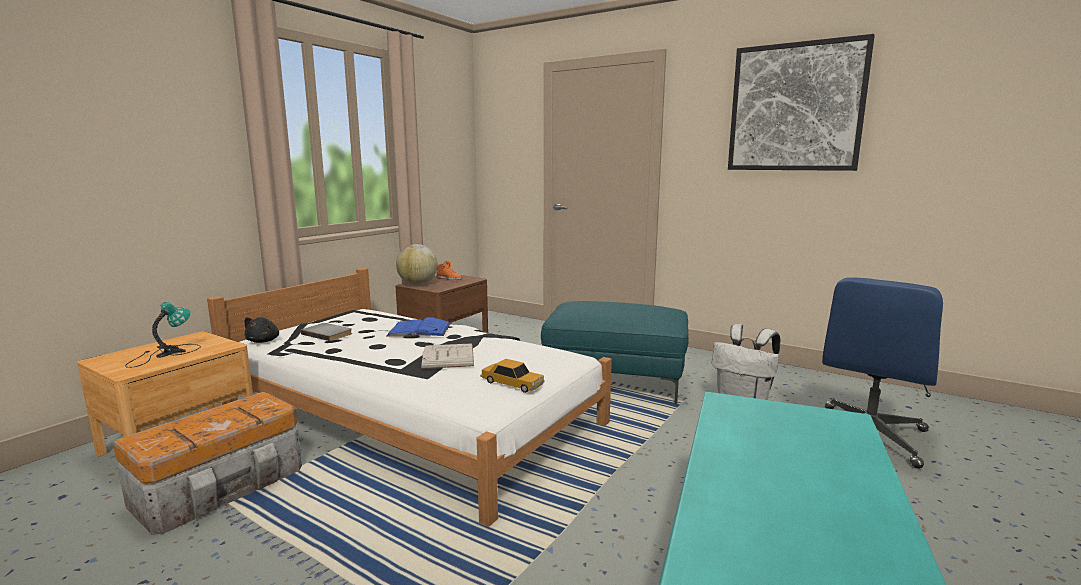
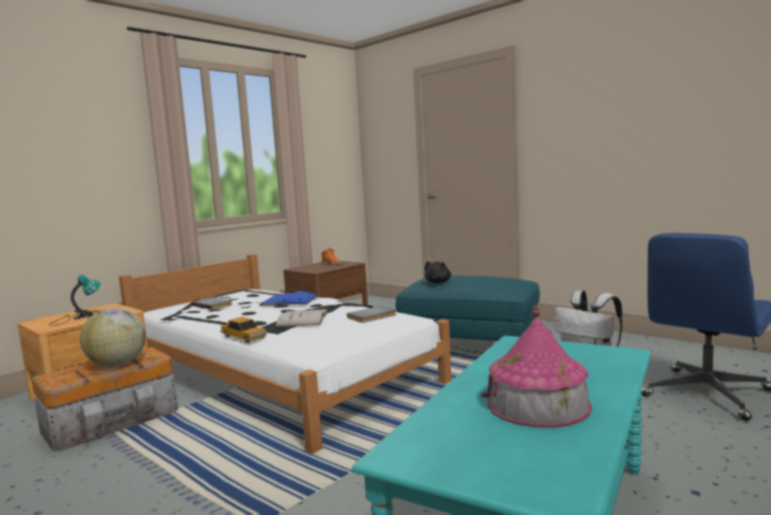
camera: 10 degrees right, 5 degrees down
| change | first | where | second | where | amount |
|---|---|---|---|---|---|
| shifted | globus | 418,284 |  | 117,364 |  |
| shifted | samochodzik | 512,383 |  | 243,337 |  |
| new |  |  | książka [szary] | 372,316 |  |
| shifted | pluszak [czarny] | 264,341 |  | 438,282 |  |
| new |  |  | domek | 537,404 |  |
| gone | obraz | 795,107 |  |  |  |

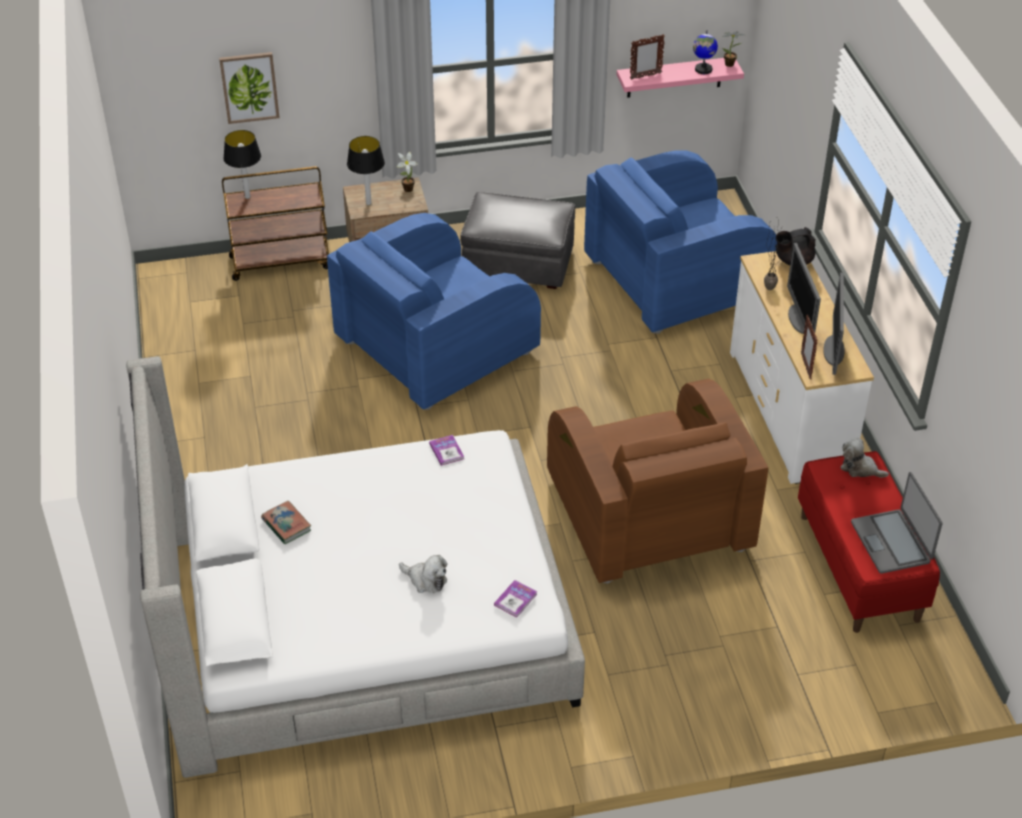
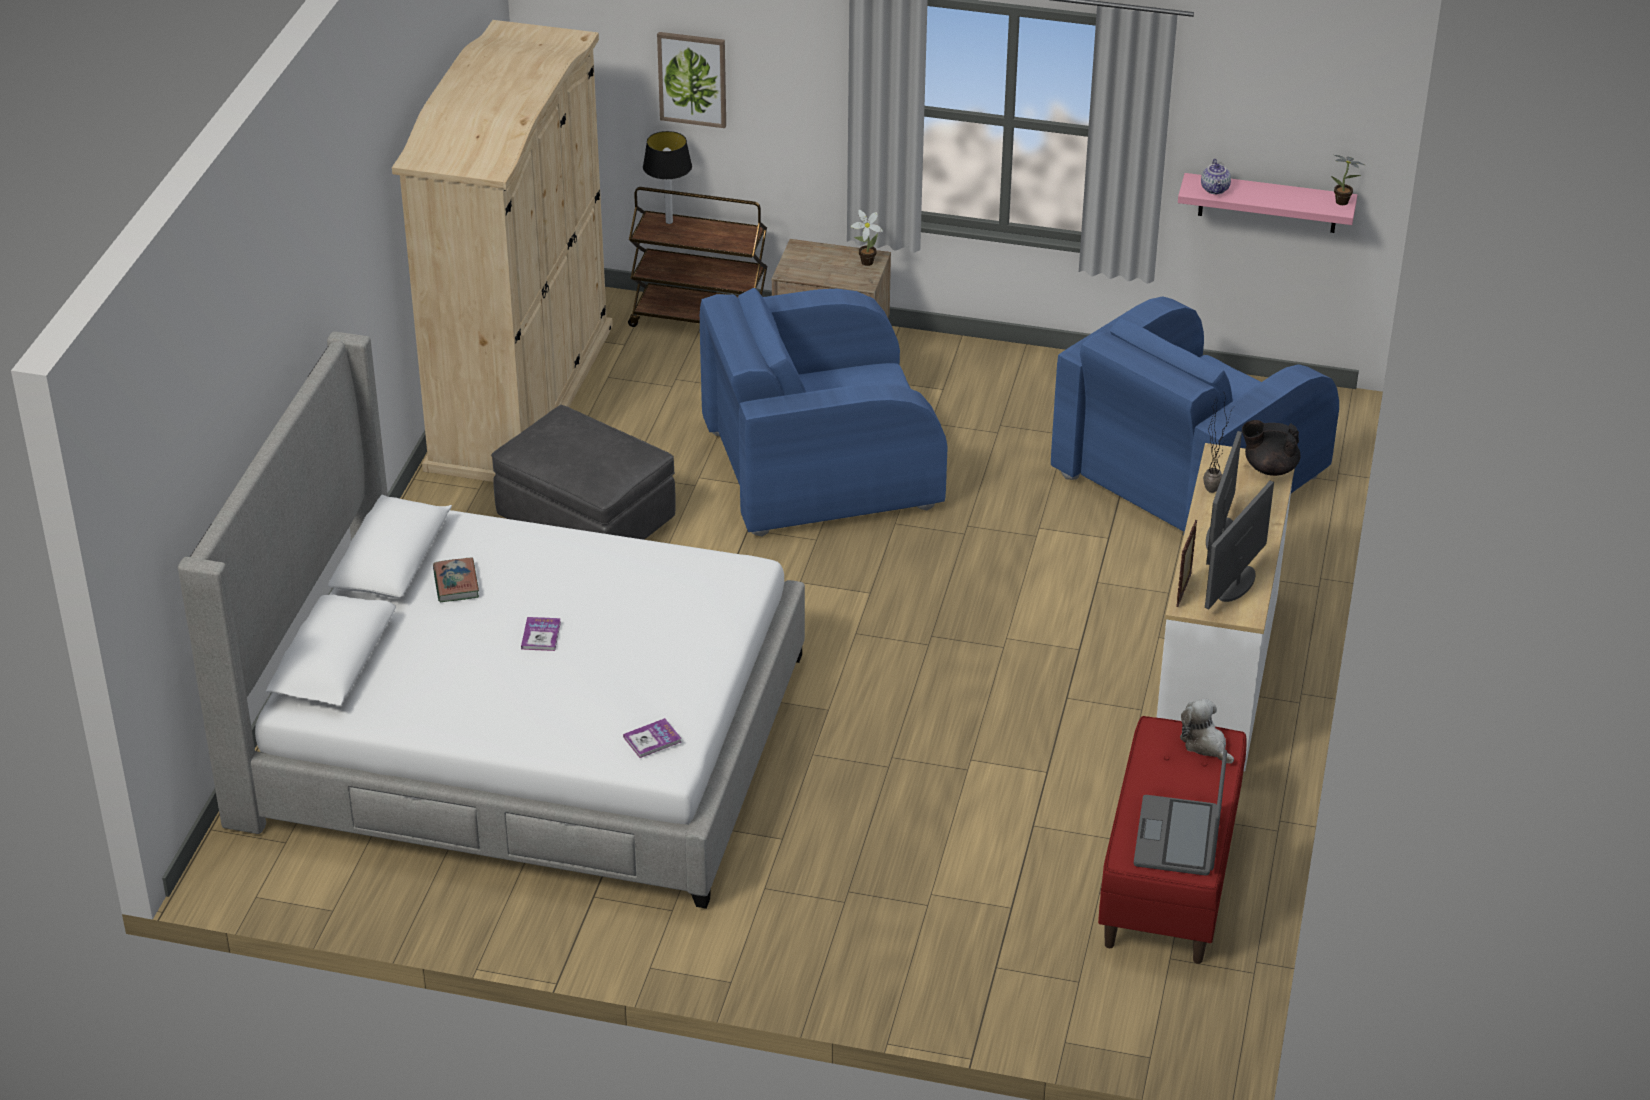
camera: 25 degrees right, 5 degrees down
| change | first | where | second | where | amount |
|---|---|---|---|---|---|
| new |  |  | szafa [beżowy] | 520,396 |  |
| shifted | pufa [szary] | 518,264 |  | 586,521 |  |
| shifted | książka | 446,451 |  | 541,635 |  |
| rotated | fotel [niebieski] | 675,279 |  | 1186,476 | 45 degrees counterclockwise |
| swapped | ramka na zdjęcie | 645,76 | imbryk | 1215,189 |  |
| gone | lampa stołowa | 368,203 |  |  |  |
| gone | pluszak | 425,580 |  |  |  |
| gone | fotel [brązowy] | 648,515 |  |  |  |
| gone | globus | 703,69 |  |  |  |

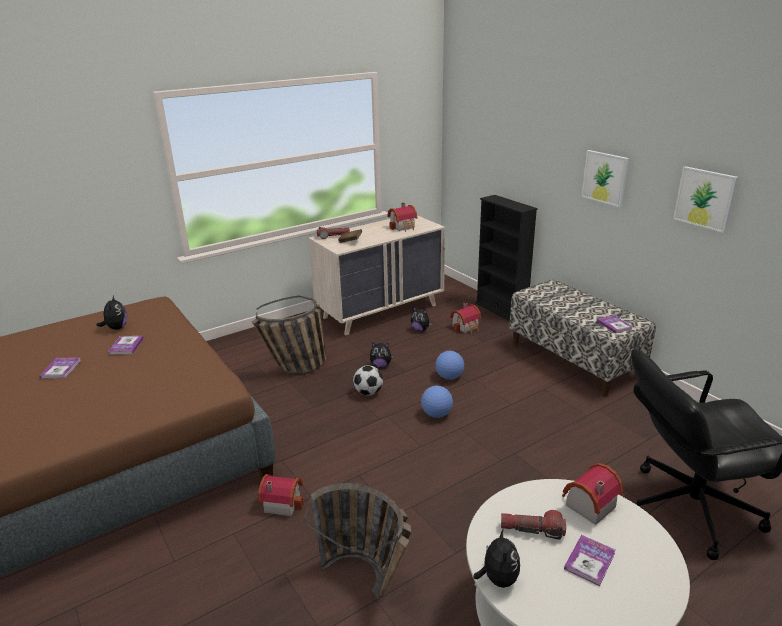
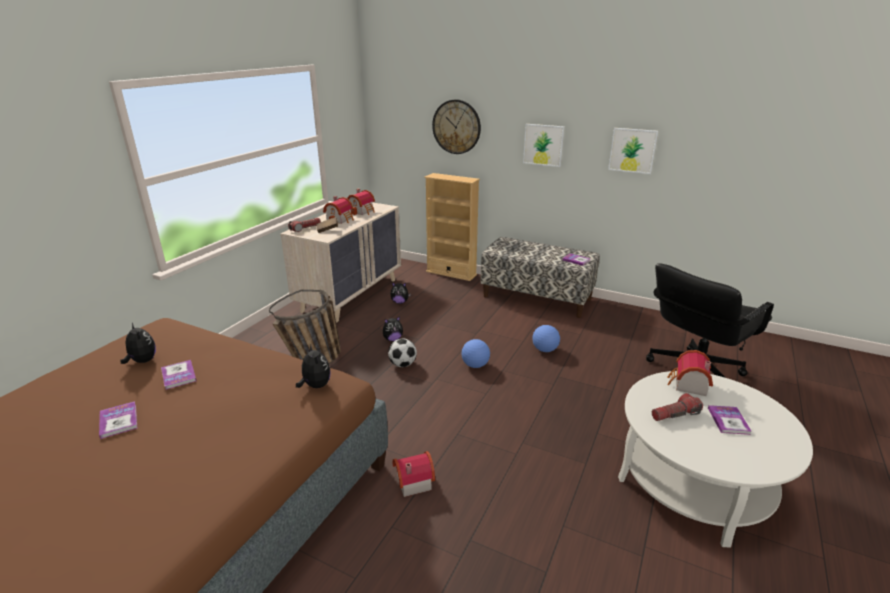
camera: 30 degrees left, 0 degrees up
| change | first | where | second | where | amount |
|---|---|---|---|---|---|
| shifted | pluszak | 497,579 |  | 315,385 |  |
| shifted | domek | 466,327 |  | 340,219 |  |
| repainted | regał [czarny] | 501,310 | regał [beżowy] | 451,273 |  |
| new |  |  | zegar ścienny | 456,127 |  |
| shifted | piłka futbolowa | 449,377 |  | 545,350 |  |
| gone | koszyk | 369,581 |  |  |  |

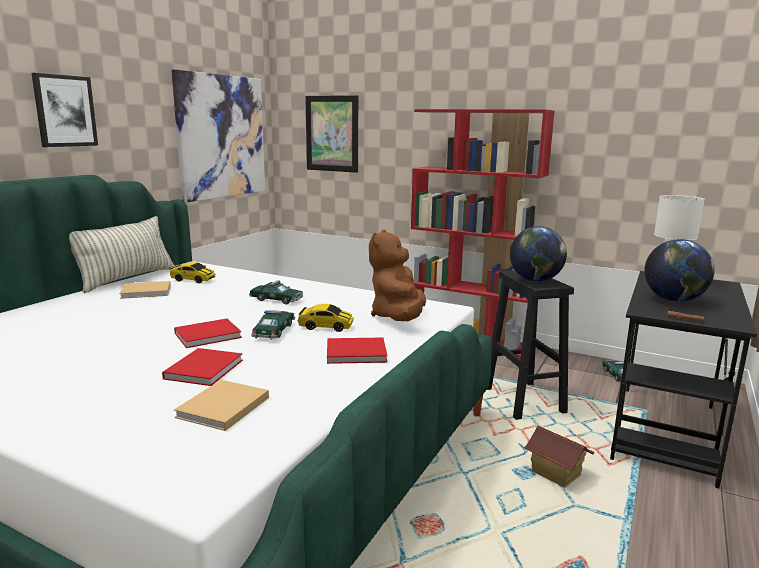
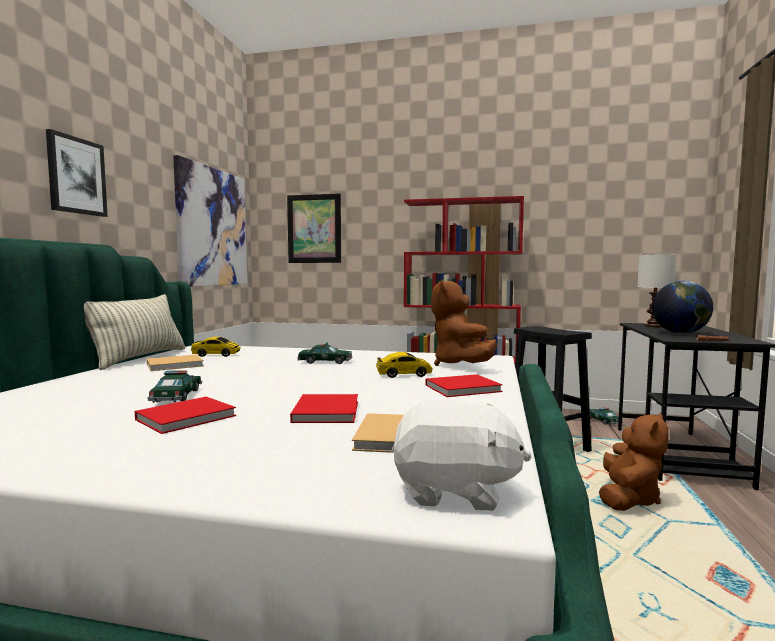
camera: 15 degrees left, 10 degrees down
| change | first | where | second | where | amount |
|---|---|---|---|---|---|
| shifted | książka [czerwony] | 210,335 |  | 189,417 |  |
| shifted | samochodzik | 274,331 |  | 177,396 |  |
| new |  |  | pluszak [biały] | 455,491 |  |
| swapped | domek | 555,474 | pluszak [brązowy] | 628,499 |  |
| gone | globus | 535,281 |  |  |  |

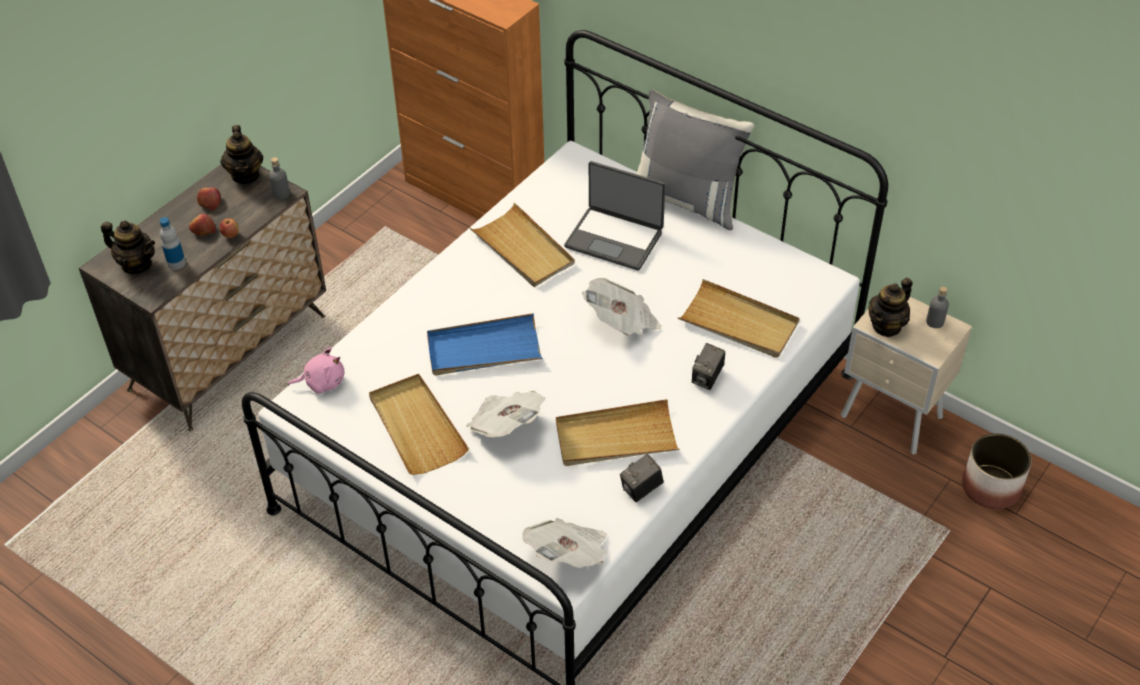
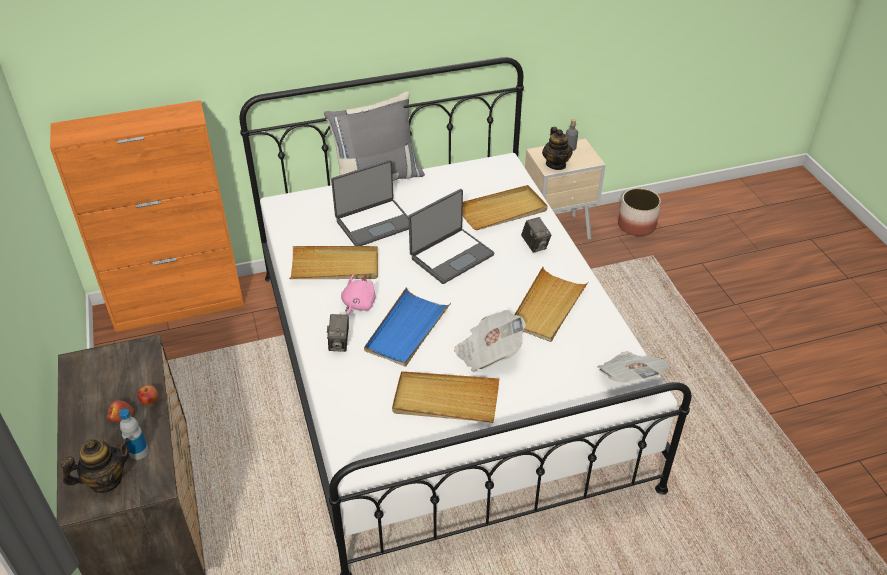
camera: 55 degrees left, 5 degrees down
| change | first | where | second | where | amount |
|---|---|---|---|---|---|
| shifted | aparat fotograficzny | 641,489 |  | 339,343 |  |
| shifted | pluszak [różowy] | 322,382 |  | 357,306 |  |
| swapped | gazeta | 622,322 | laptop | 451,256 |  |
| gone | jabłko | 210,202 |  |  |  |
| gone | imbryk | 246,175 |  |  |  |
| gone | butelka [szary] | 281,194 |  |  |  |

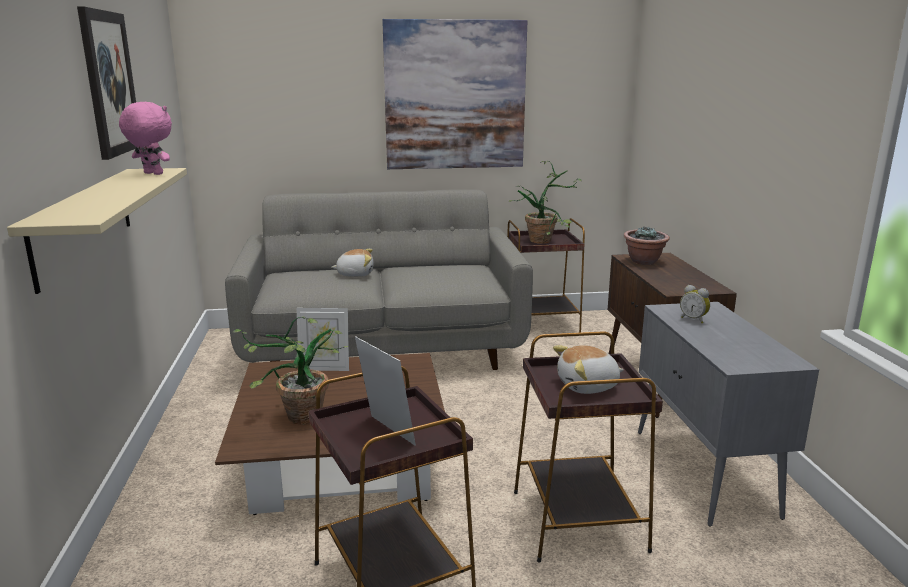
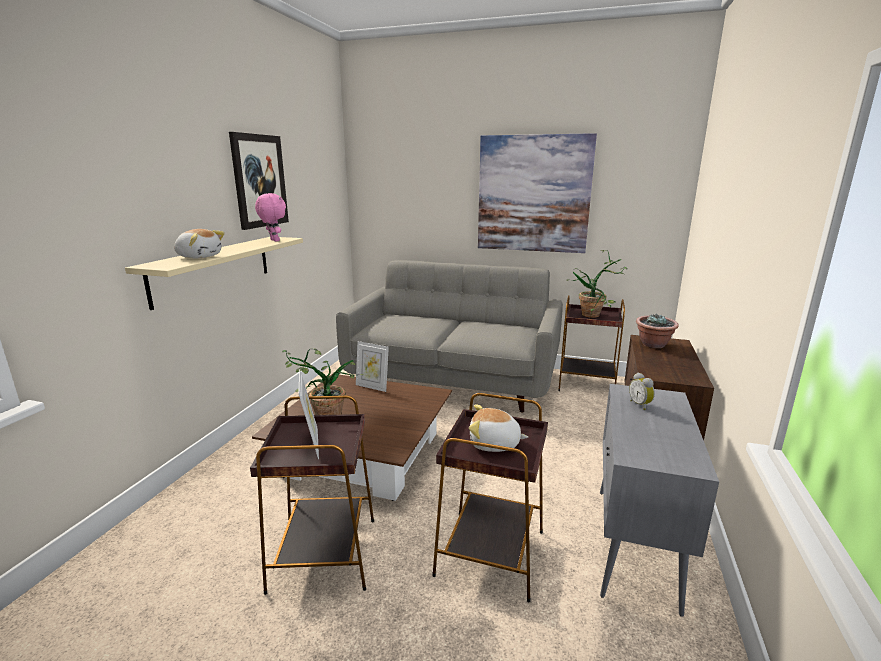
camera: 25 degrees right, 0 degrees up
| change | first | where | second | where | amount |
|---|---|---|---|---|---|
| shifted | pluszak | 355,274 |  | 199,257 |  |

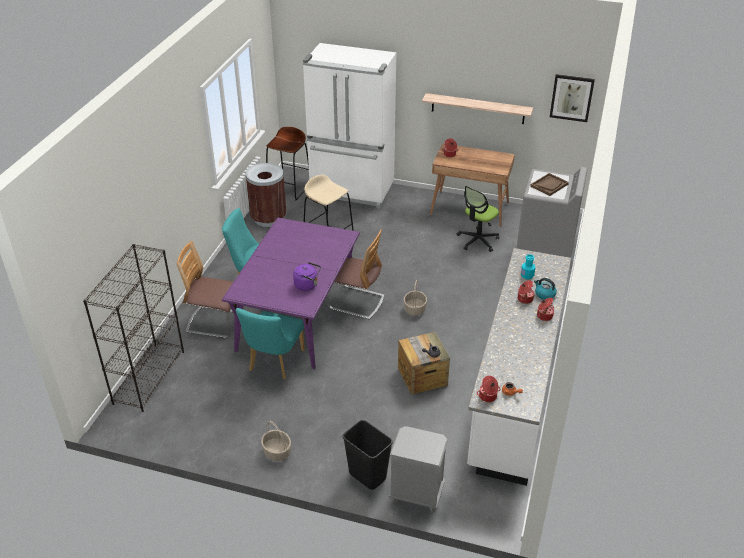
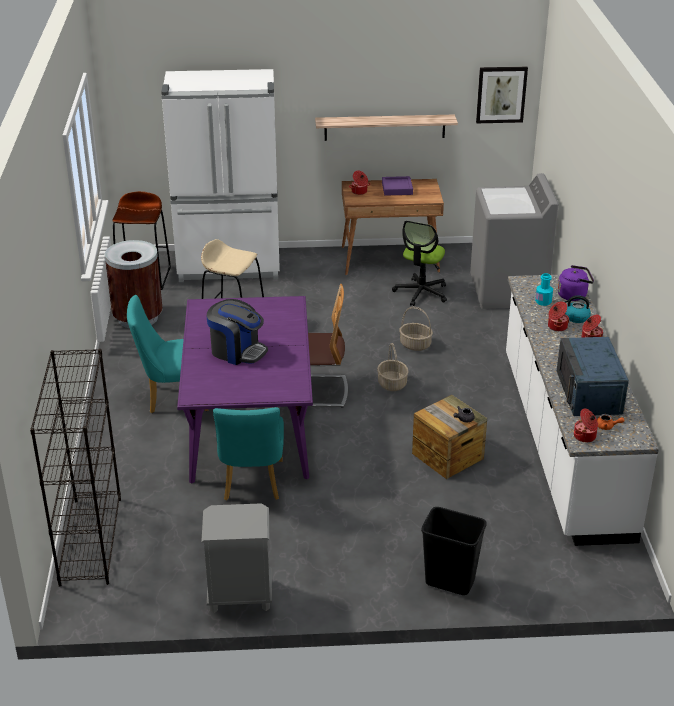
camera: 20 degrees left, 5 degrees down
| change | first | where | second | where | amount |
|---|---|---|---|---|---|
| shifted | szafka nocna [szary] | 416,494 |  | 240,596 |  |
| new |  |  | ekspres do kawy | 237,351 |  |
| new |  |  | taca [fioletowy] | 397,189 |  |
| shifted | koszyk | 277,452 |  | 415,345 |  |
| shifted | czajnik [fioletowy] | 307,285 |  | 573,295 |  |
| new |  |  | mikrofalówka [niebieski] | 589,392 |  |
| gone | krzesło | 214,322 |  |  |  |
| gone | taca [brązowy] | 549,185 |  |  |  |

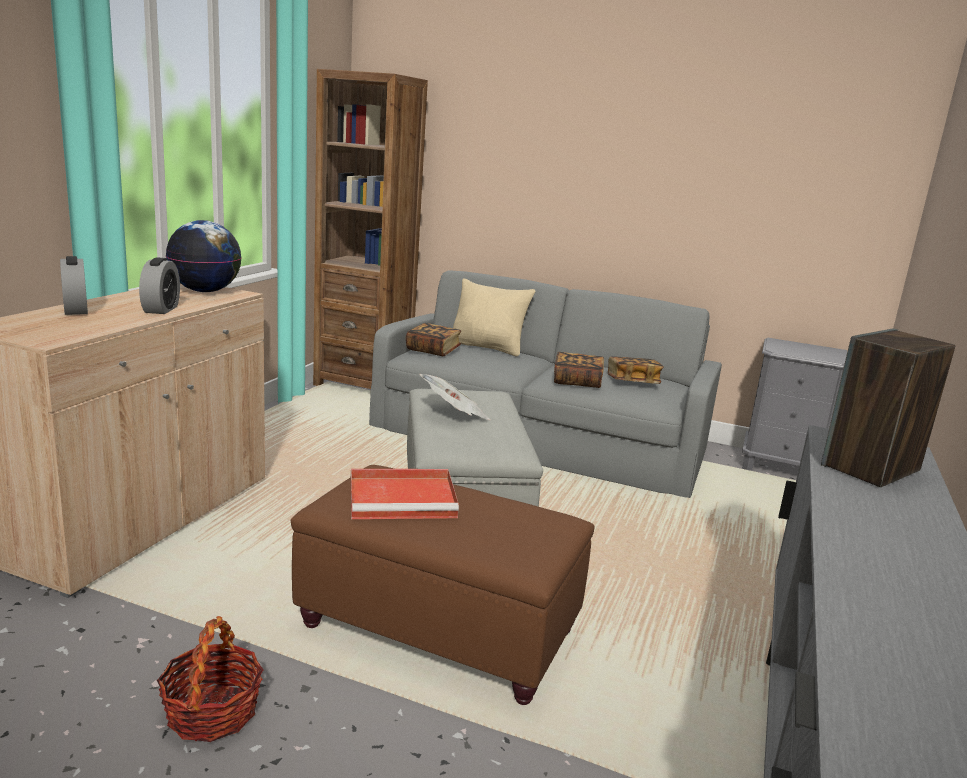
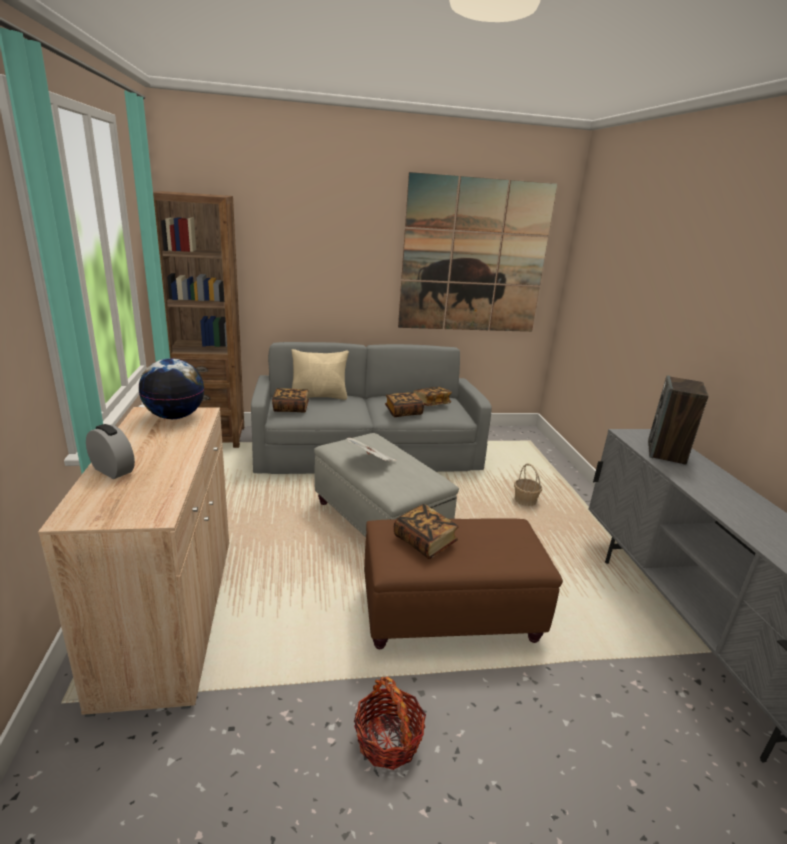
camera: 30 degrees left, 5 degrees up
| change | first | where | second | where | amount |
|---|---|---|---|---|---|
| swapped | taca [czerwony] | 404,498 | książka | 424,541 |  |
| new |  |  | obraz | 474,257 |  |
| new |  |  | koszyk | 525,501 |  |
| gone | budzik | 161,309 |  |  |  |
| gone | szafka nocna [szary] | 781,467 |  |  |  |

